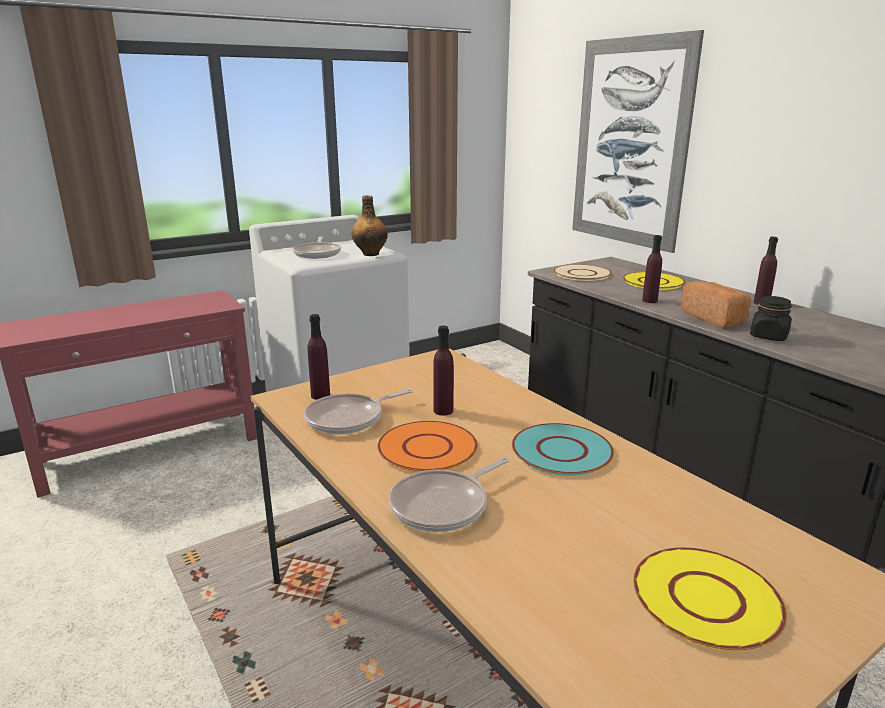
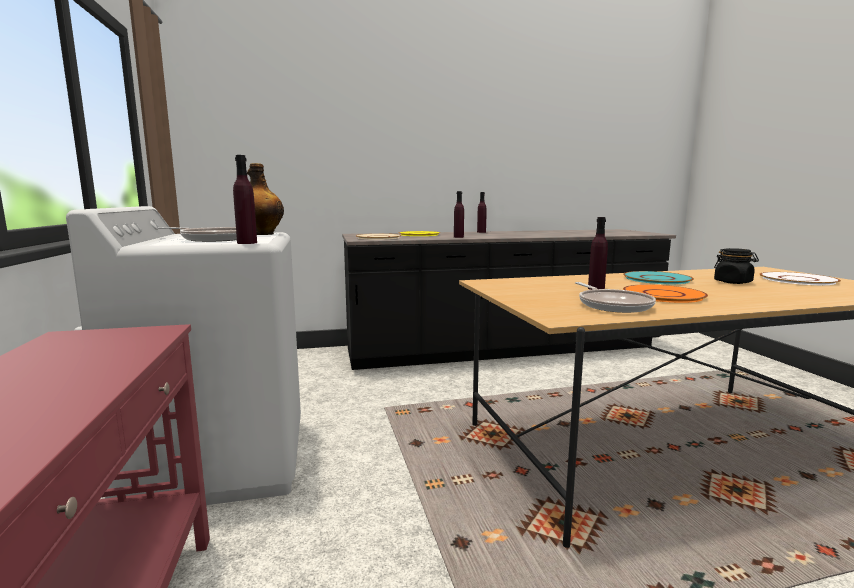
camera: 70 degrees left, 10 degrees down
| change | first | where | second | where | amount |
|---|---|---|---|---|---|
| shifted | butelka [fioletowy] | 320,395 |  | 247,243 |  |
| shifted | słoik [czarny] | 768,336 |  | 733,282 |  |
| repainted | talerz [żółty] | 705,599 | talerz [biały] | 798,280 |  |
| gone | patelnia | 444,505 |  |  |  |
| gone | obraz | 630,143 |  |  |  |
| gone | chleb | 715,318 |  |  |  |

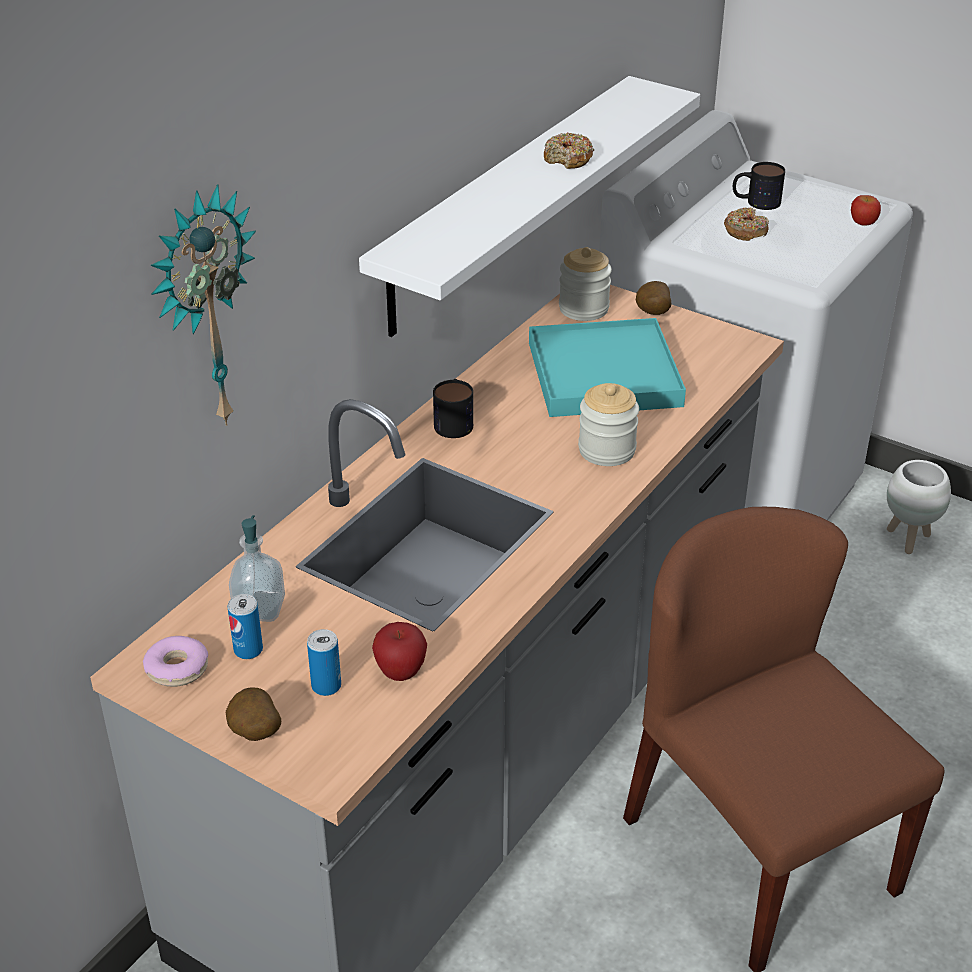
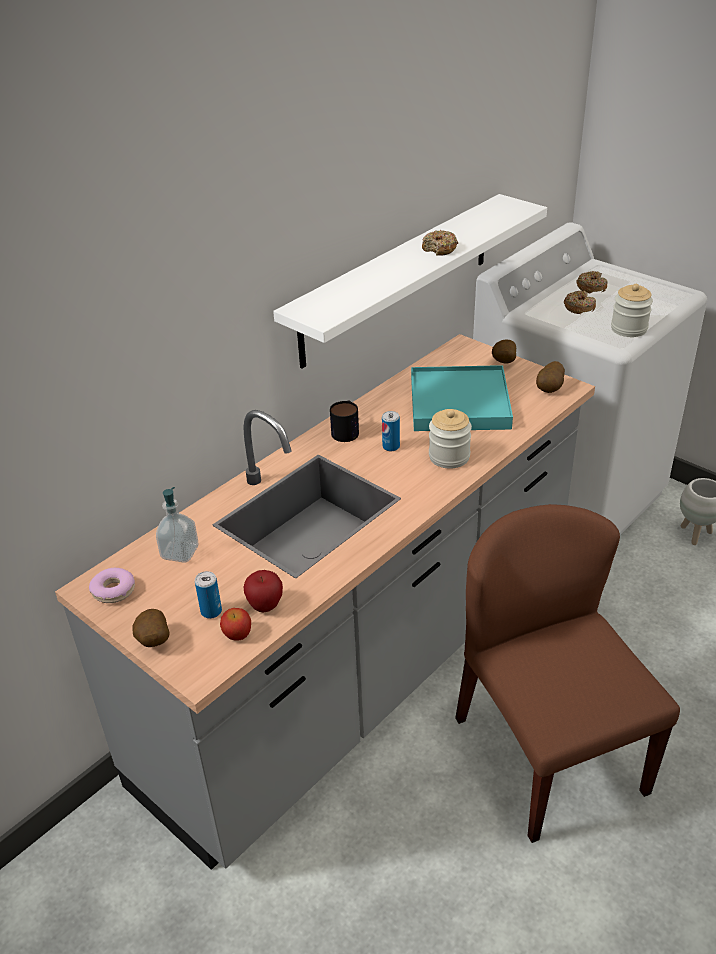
camera: 10 degrees right, 0 degrees up
| change | first | where | second | where | amount |
|---|---|---|---|---|---|
| shifted | jabłko | 863,223 |  | 237,634 |  |
| shifted | puszka | 248,650 |  | 391,446 |  |
| new |  |  | ziemniak | 550,389 |  |
| swapped | kubek | 755,202 | donut | 591,287 |  |
| shifted | słoik | 583,309 |  | 629,329 |  |
| gone | zegar ścienny | 203,311 |  |  |  |

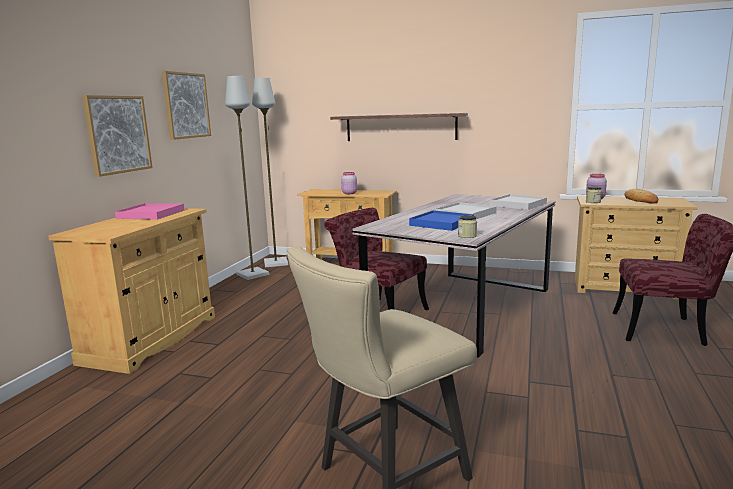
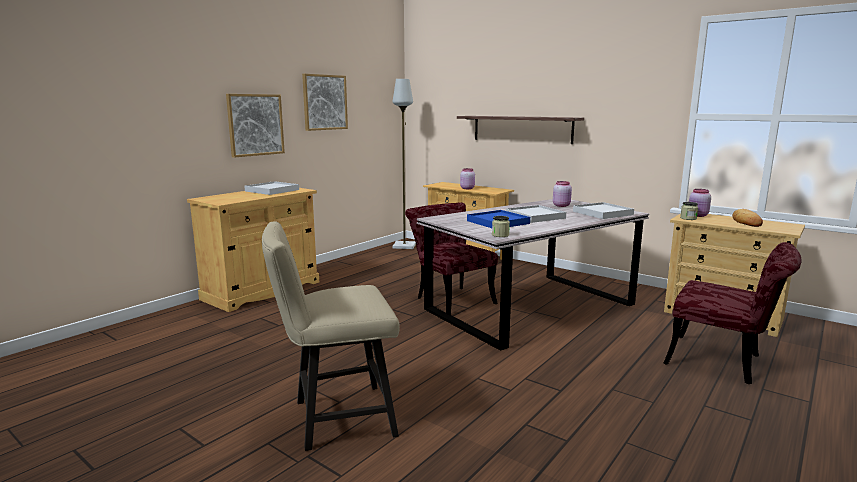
camera: 20 degrees right, 0 degrees up
| change | first | where | second | where | amount |
|---|---|---|---|---|---|
| repainted | taca [różowy] | 151,214 | taca [biały] | 272,190 |  |
| new |  |  | słoik [różowy] | 561,205 |  |
| gone | lampa stojąca [szary] | 253,274 |  |  |  |

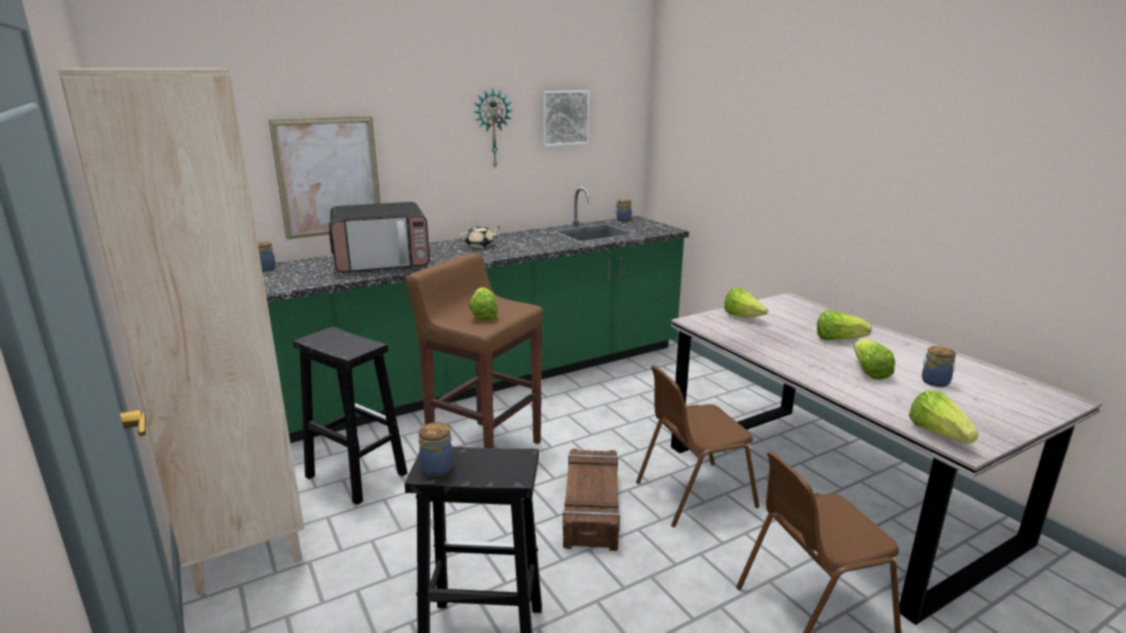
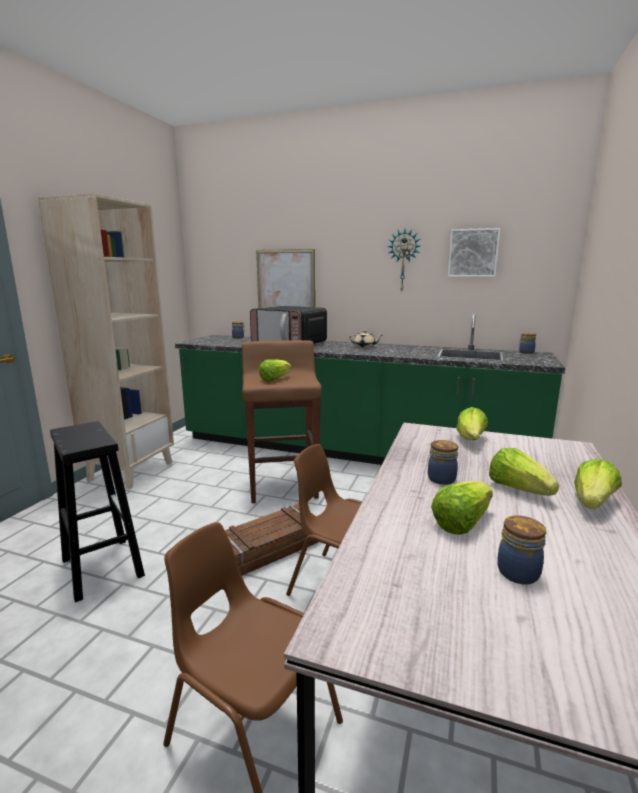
camera: 50 degrees right, 5 degrees down
| change | first | where | second | where | amount |
|---|---|---|---|---|---|
| shifted | słoik | 437,467 |  | 442,479 |  |
| shifted | sałata | 938,434 |  | 592,503 |  |
| gone | stołek [czarny] | 355,475 |  |  |  |

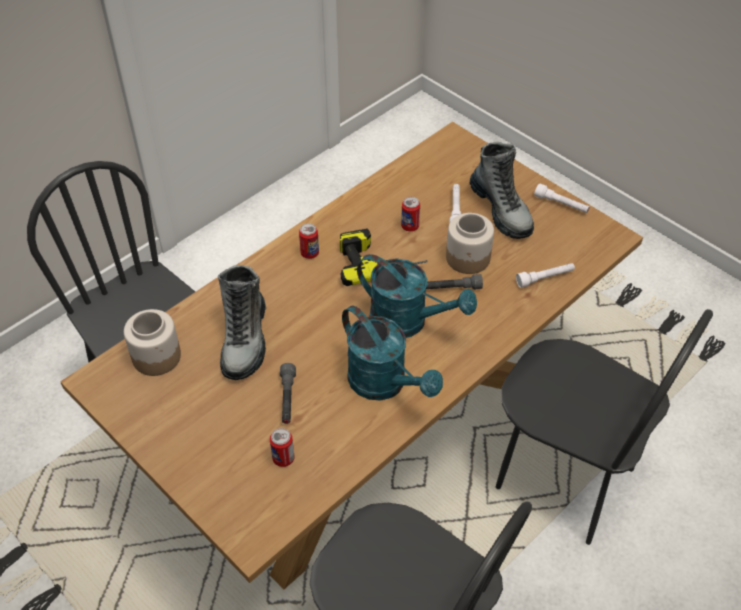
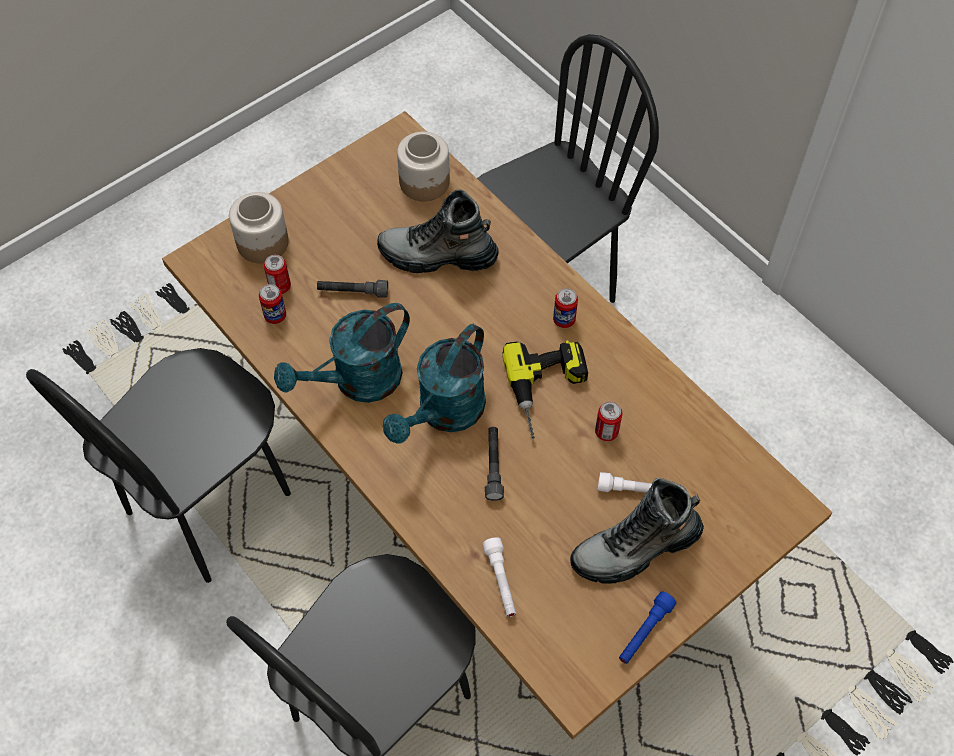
camera: 95 degrees right, 10 degrees up
| change | first | where | second | where | amount |
|---|---|---|---|---|---|
| shifted | słoik | 468,258 |  | 262,243 |  |
| new |  |  | puszka | 275,316 |  |
| repainted | latarka [biały] | 561,204 | latarka [niebieski] | 644,632 |  |

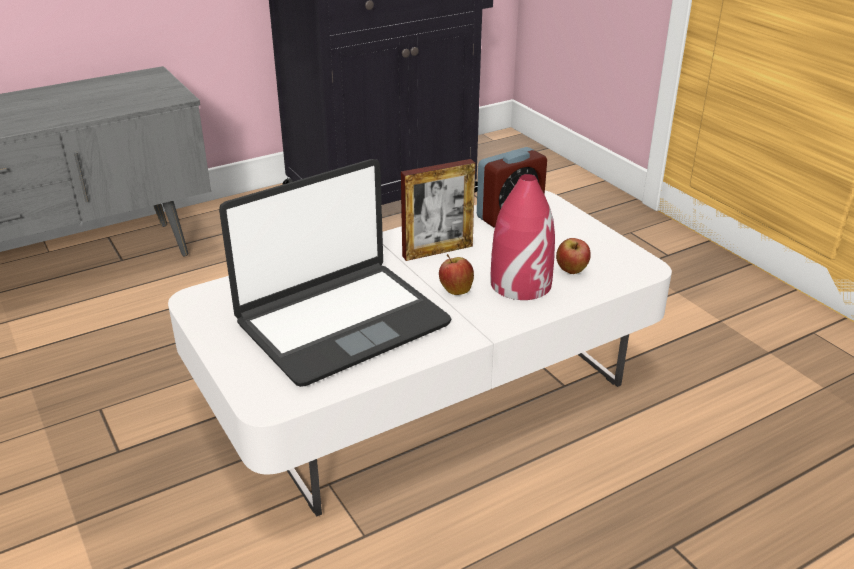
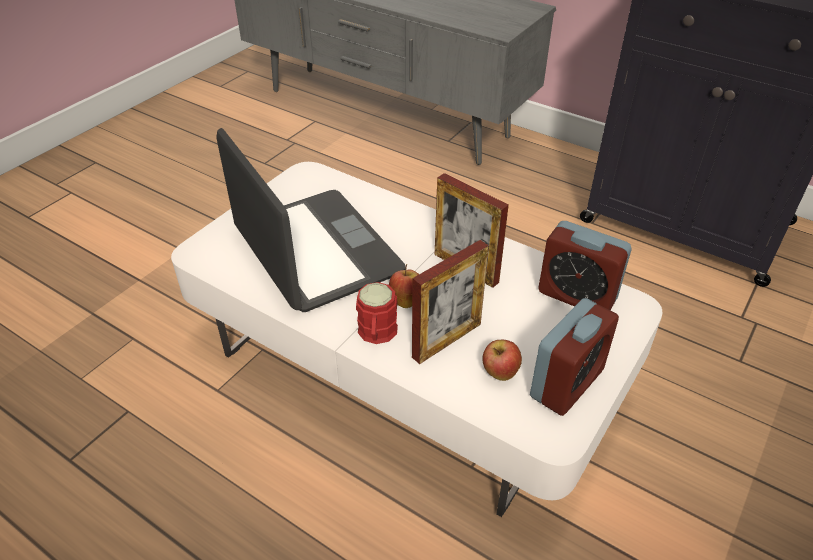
camera: 65 degrees right, 10 degrees up
| change | first | where | second | where | amount |
|---|---|---|---|---|---|
| rotated | laptop | 341,323 |  | 315,251 | 150 degrees counterclockwise |
| new |  |  | kubek [czerwony] | 377,335 |  |
| swapped | wazon [czerwony] | 520,284 | ramka na zdjęcie | 447,340 |  |
| new |  |  | budzik | 566,383 |  |

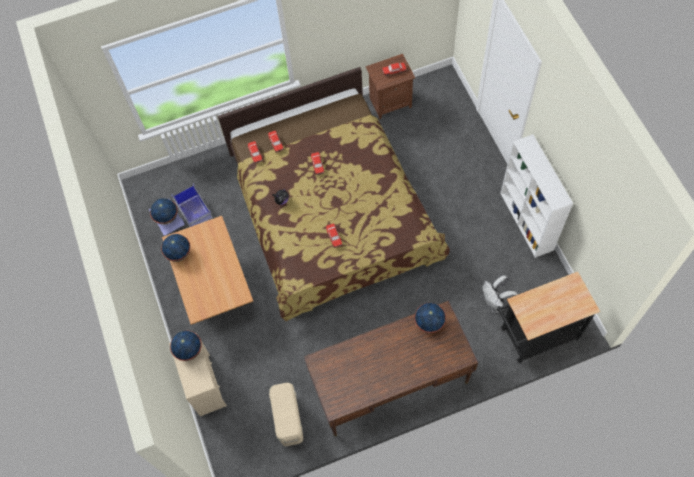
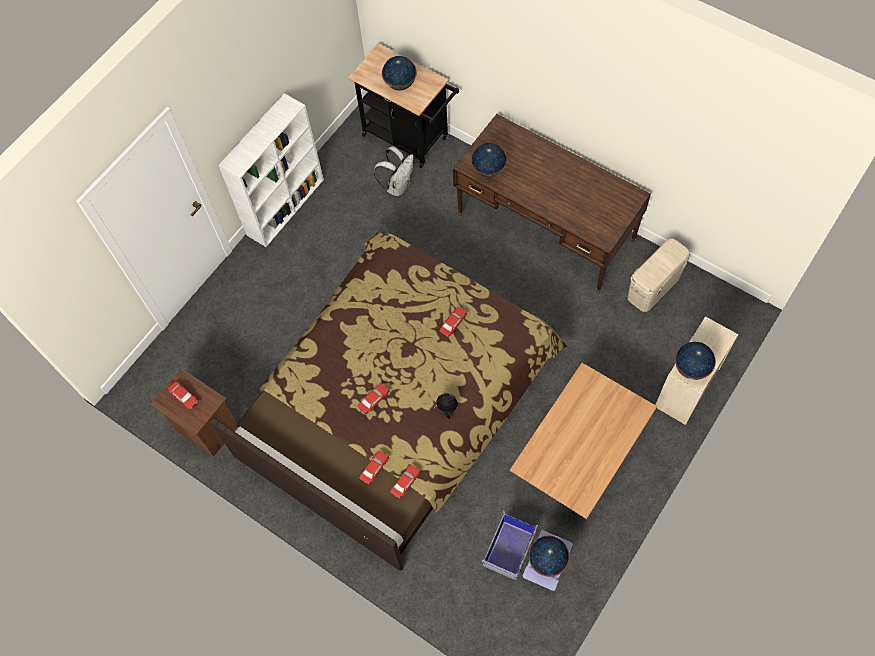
camera: 125 degrees left, 0 degrees up
| change | first | where | second | where | amount |
|---|---|---|---|---|---|
| shifted | globus | 178,253 |  | 400,84 |  |

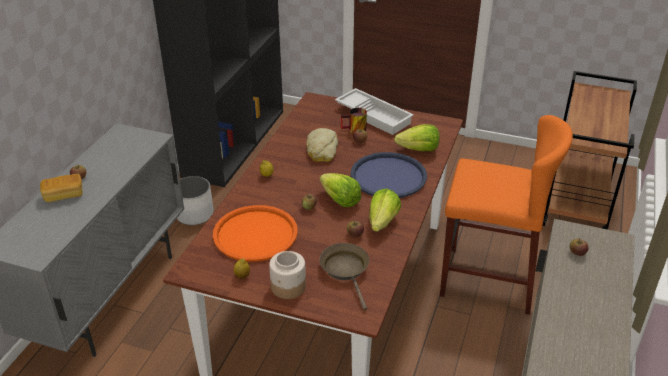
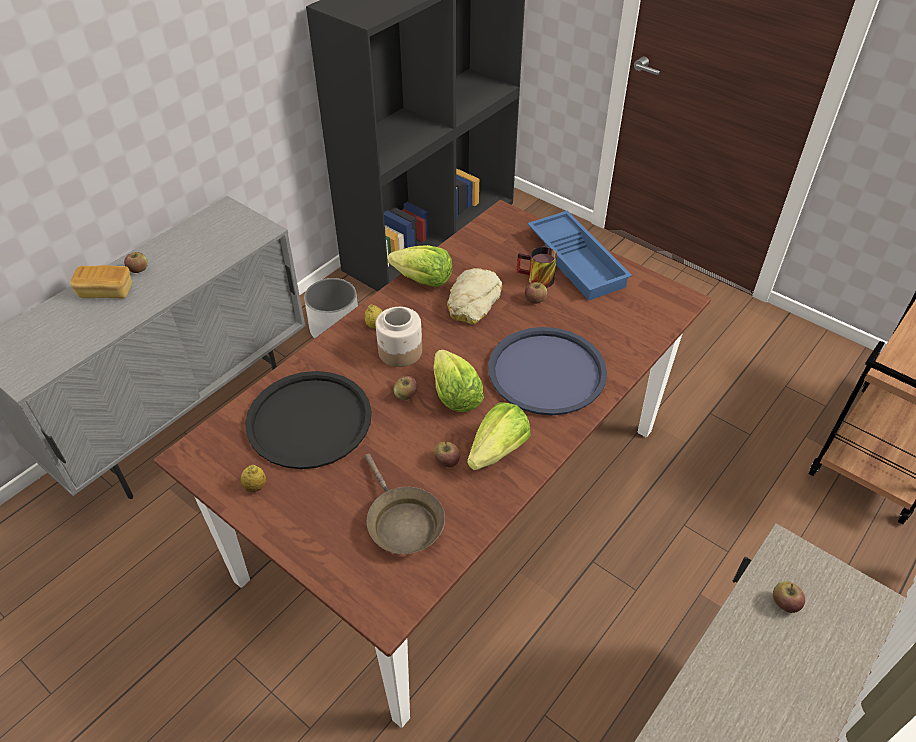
camera: 20 degrees right, 10 degrees up
| change | first | where | second | where | amount |
|---|---|---|---|---|---|
| repainted | taca [pomarańczowy] | 255,234 | taca [czarny] | 309,420 |  |
| rotated | patelnia [brązowy] | 346,270 |  | 402,522 | 150 degrees clockwise |
| shifted | słoik | 288,287 |  | 400,352 |  |
| shifted | sałata | 419,150 |  | 423,280 |  |
| repainted | taca [biały] | 374,115 | taca [niebieski] | 578,261 |  |
| gone | stołek [pomarańczowy] | 488,279 |  |  |  |

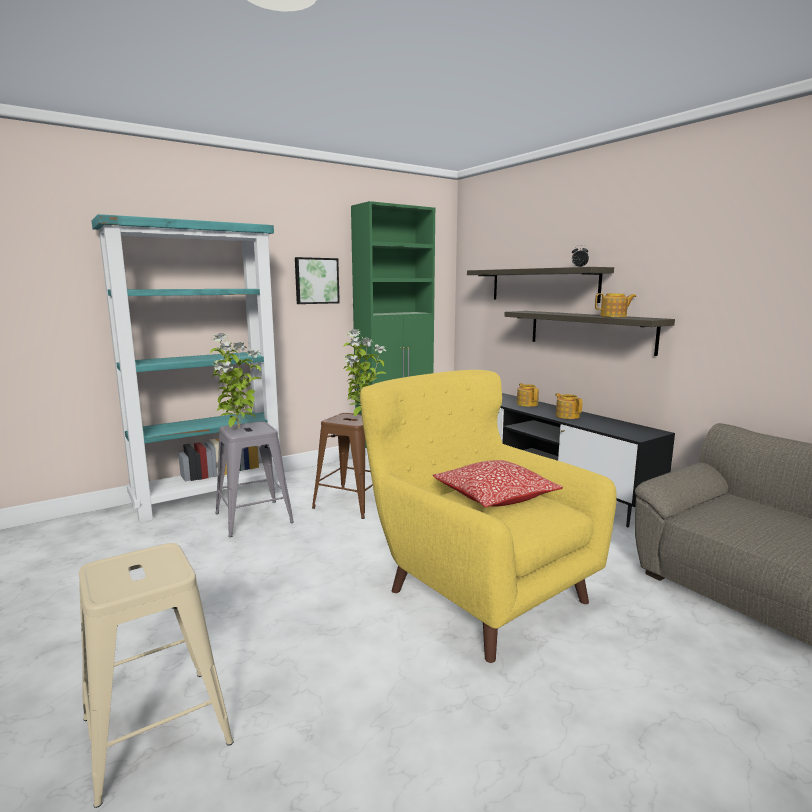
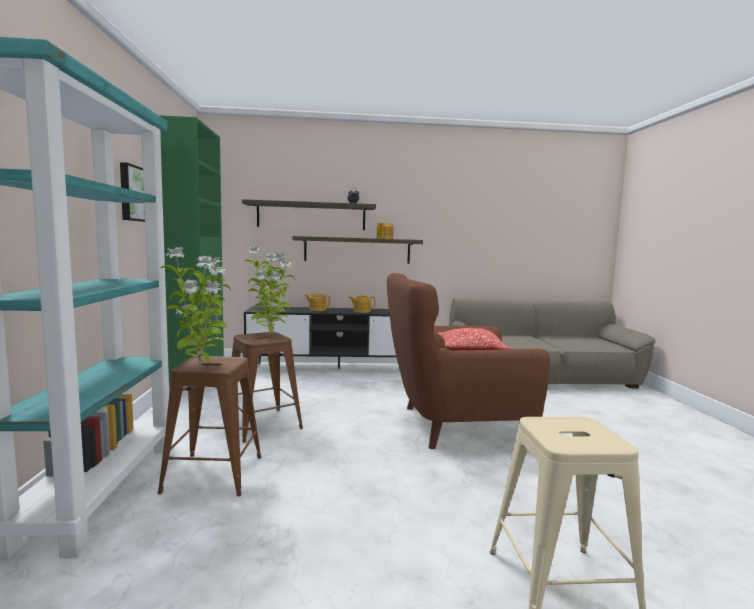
camera: 60 degrees left, 5 degrees down
| change | first | where | second | where | amount |
|---|---|---|---|---|---|
| repainted | stołek [szary] | 253,518 | stołek [brązowy] | 213,474 |  |
| repainted | fotel [żółty] | 479,588 | fotel [brązowy] | 453,424 |  |

